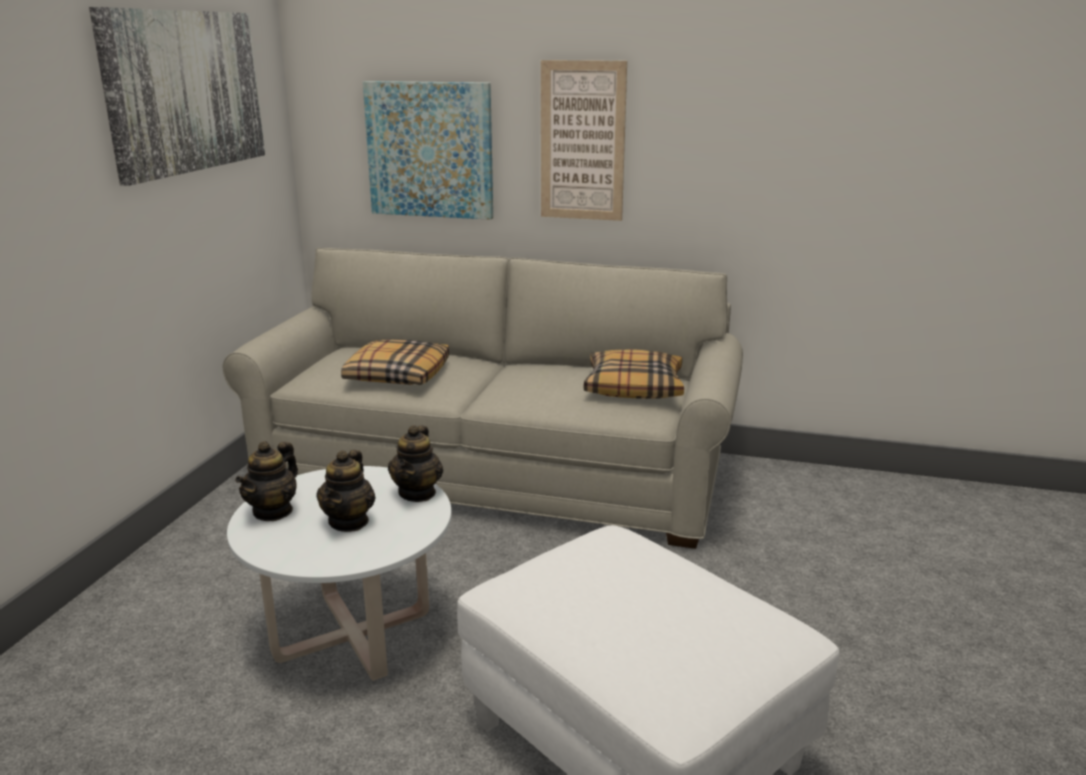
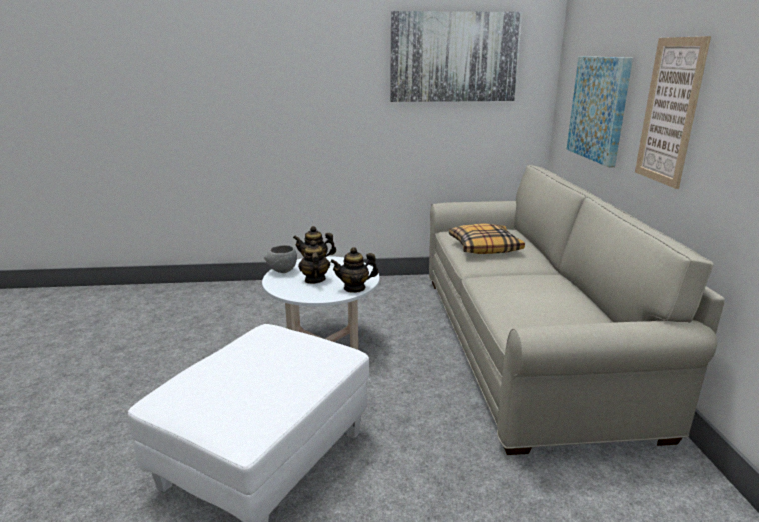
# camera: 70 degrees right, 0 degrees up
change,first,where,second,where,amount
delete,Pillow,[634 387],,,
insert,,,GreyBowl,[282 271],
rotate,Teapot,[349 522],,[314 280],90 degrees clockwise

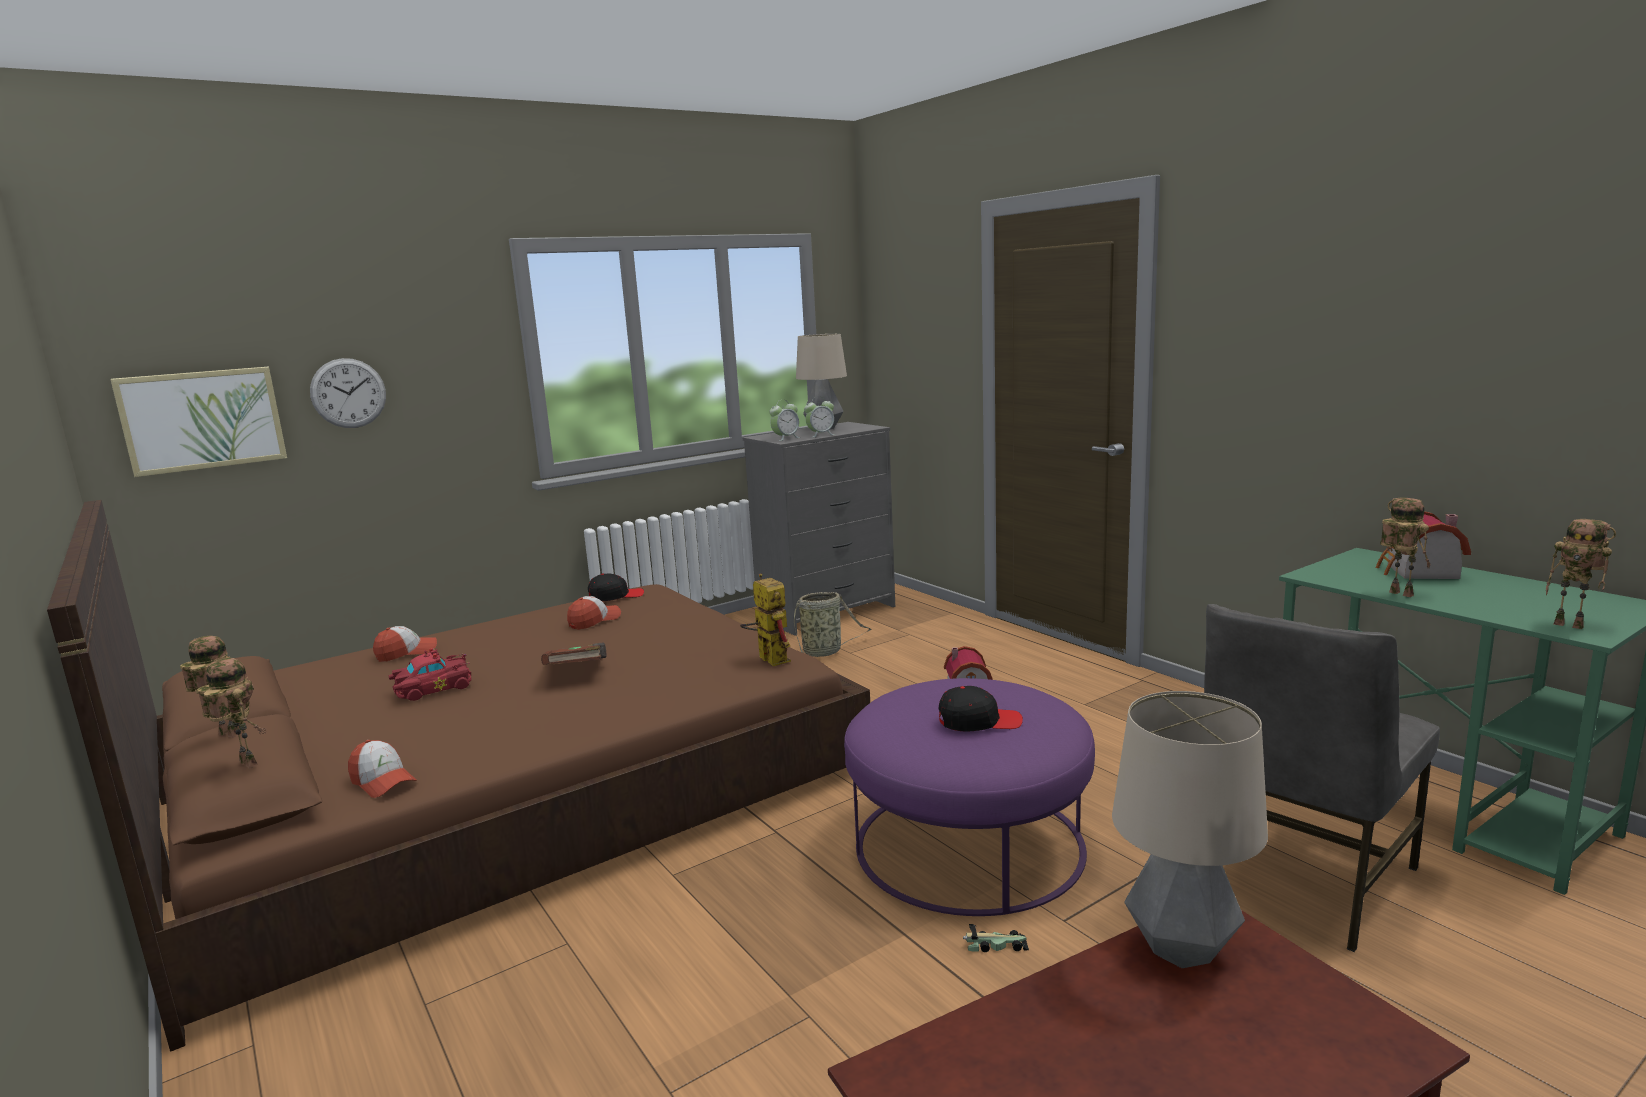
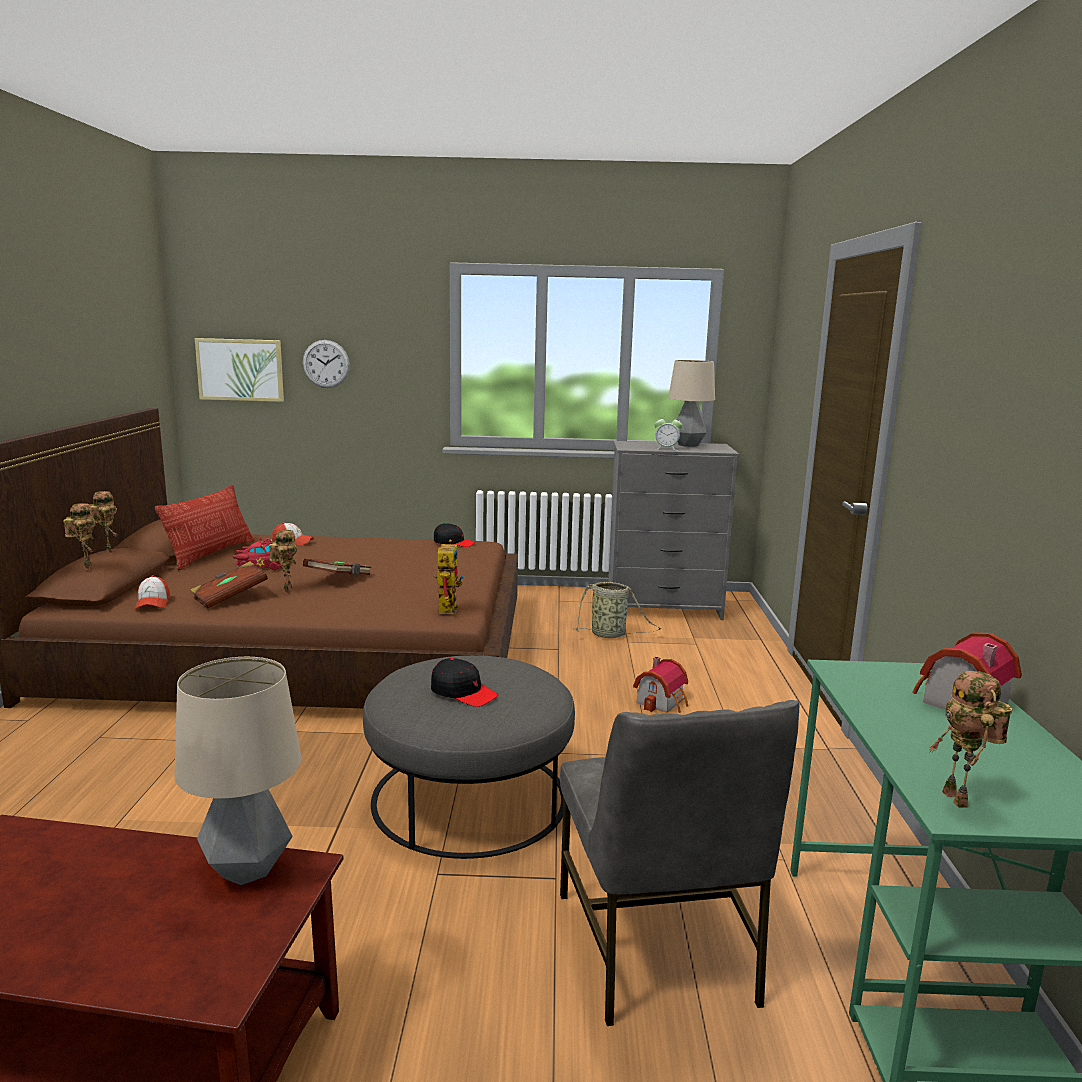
# camera: 35 degrees right, 0 degrees up
change,first,where,second,where,amount
delete,Cap,[594 621],,,
delete,AlarmClock,[785 438],,,
delete,ToyCar,[995 945],,,
insert,,,Pillow,[211 554],
insert,,,BrownBook,[229 598],
move,ToyRobot,[1398 594],,[286 590],
recolor,PurpleOttoman,[968 844],GreyOttoman,[469 797],
rotate,GreyChair,[1299 878],,[657 949],90 degrees counterclockwise

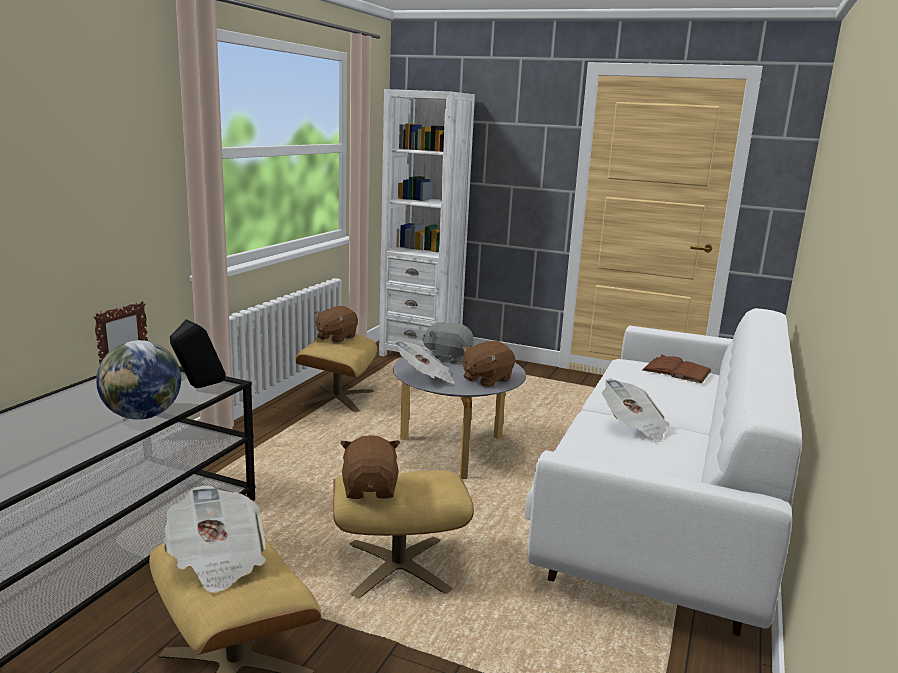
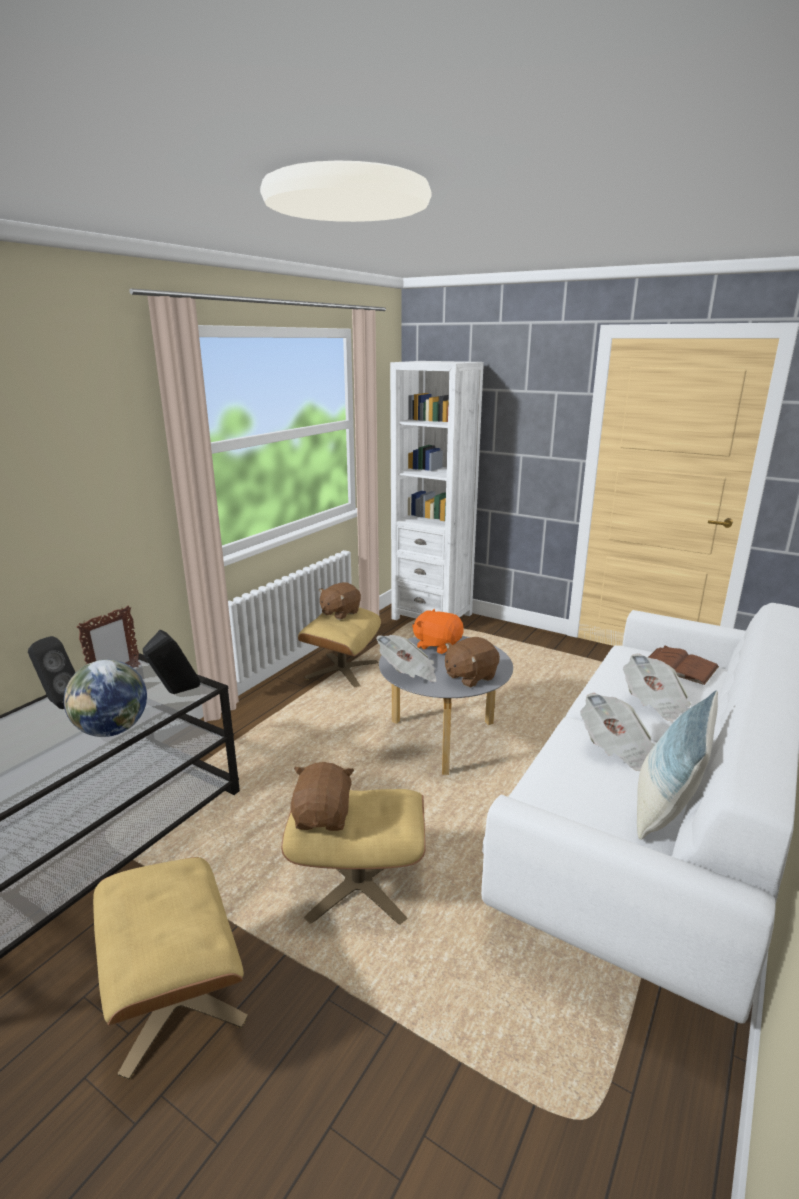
# camera: 10 degrees right, 5 degrees up
change,first,where,second,where,amount
insert,,,BlackSpeaker,[58 702],
insert,,,Pillow,[665 809],
move,Newspaper,[217 561],,[654 703],
recolor,GreyPlushToy,[447 357],OrangePlushToy,[437 645],

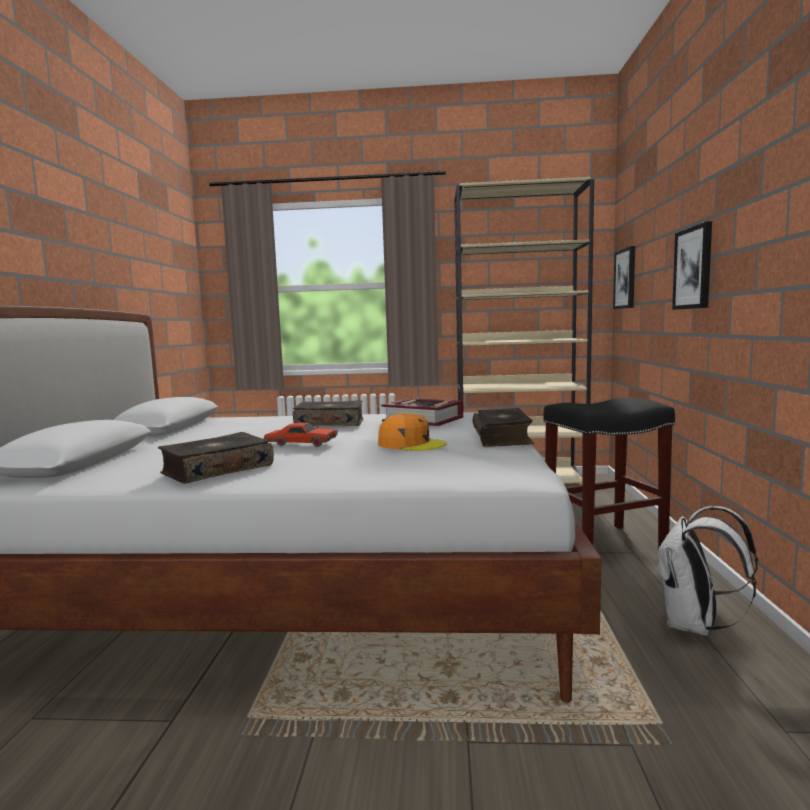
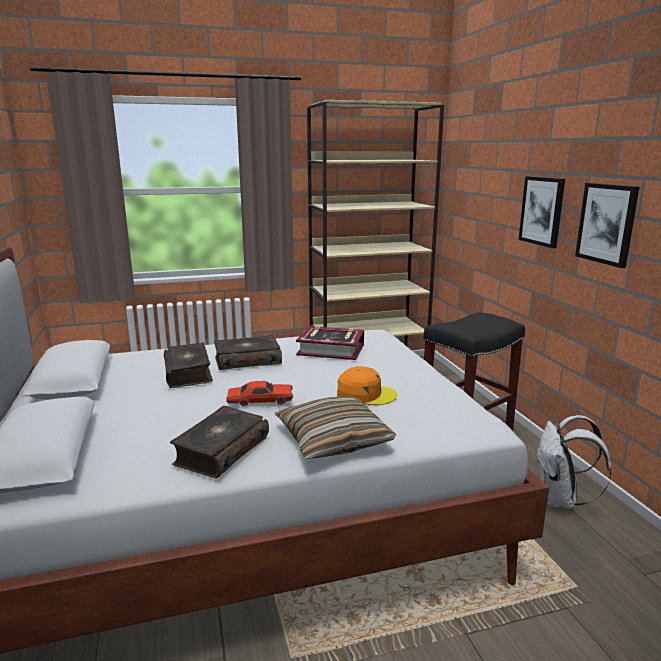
# camera: 20 degrees left, 10 degrees up
change,first,where,second,where,amount
insert,,,Pillow,[333 439],
move,Book,[502 437],,[189 373],
move,Picture,[625 279],,[607 223],

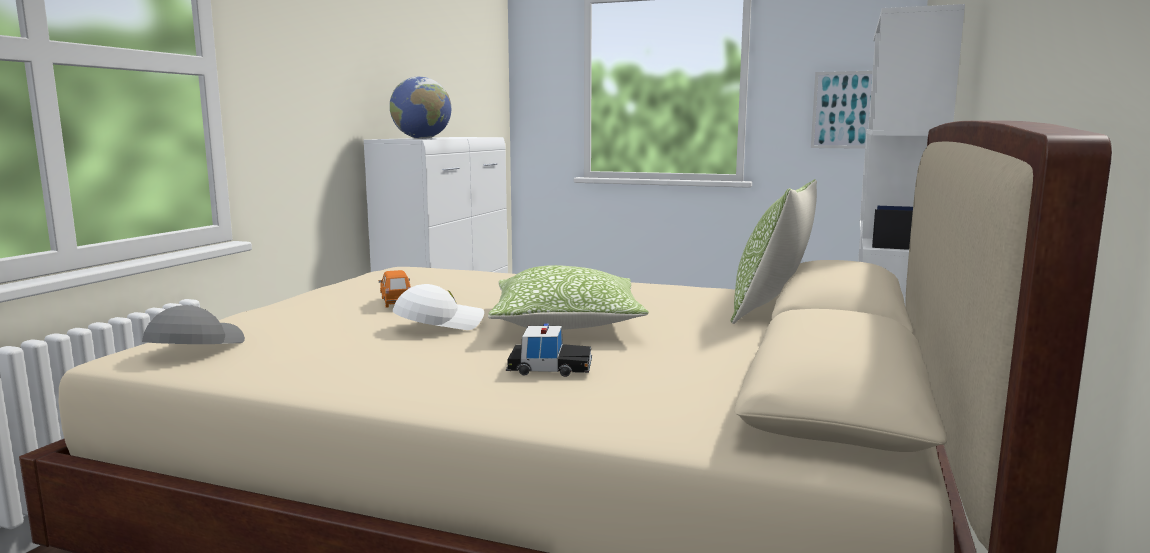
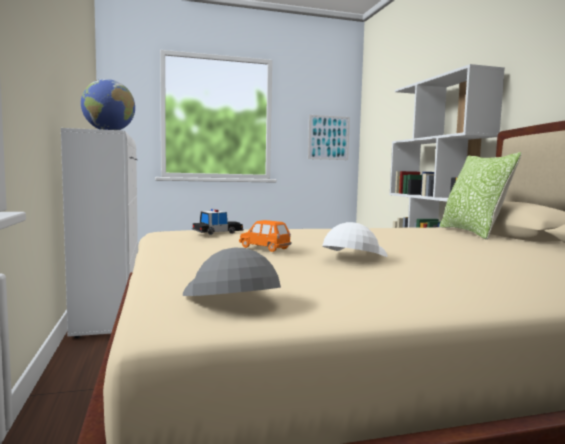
# camera: 35 degrees left, 5 degrees down
change,first,where,second,where,amount
delete,Pillow,[566 323],,,
move,ToyCar,[550 367],,[217 232],

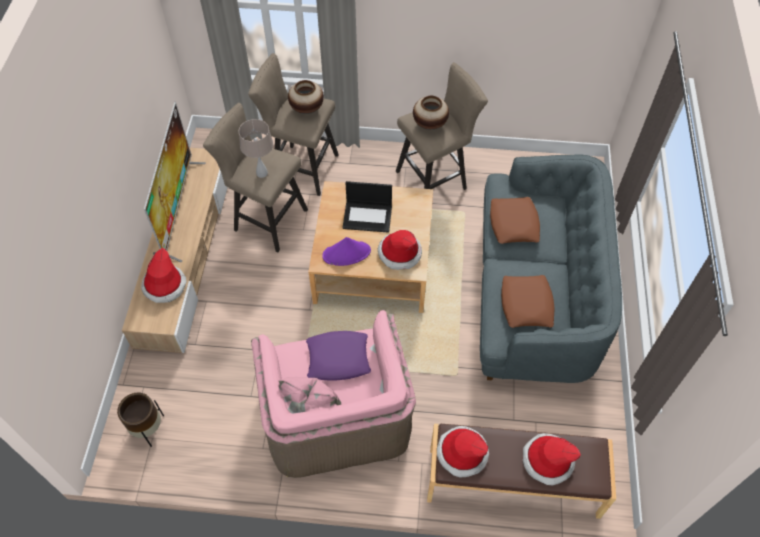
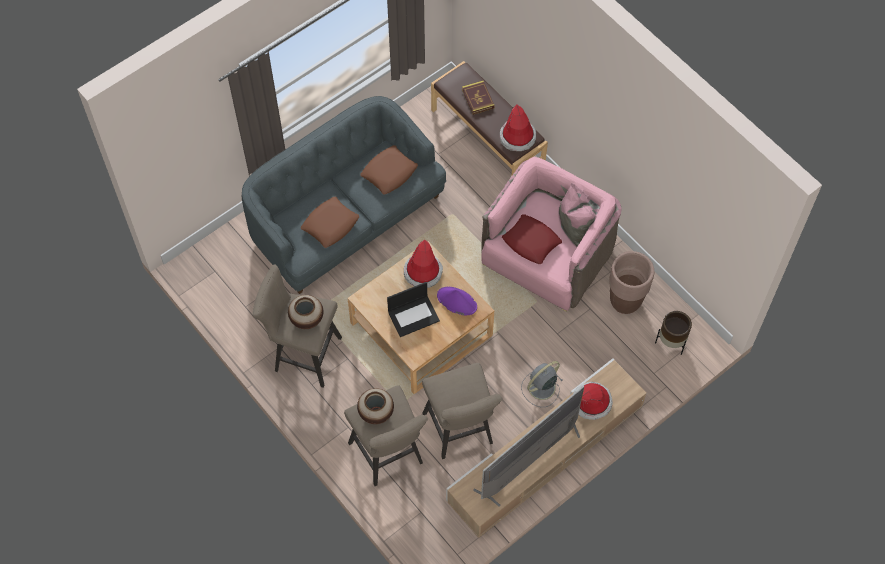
# camera: 135 degrees left, 5 degrees up
change,first,where,second,where,amount
delete,BeigeTableLamp,[262 173],,,
insert,,,GreyFan,[540 388],
insert,,,BrownPlanter,[625 301],
replace,Hat,[547 460],Book,[478 99],
recolor,PurplePillow,[338 359],RedPillow,[531 242],
rotate,Laptop,[368 216],,[414 315],105 degrees clockwise

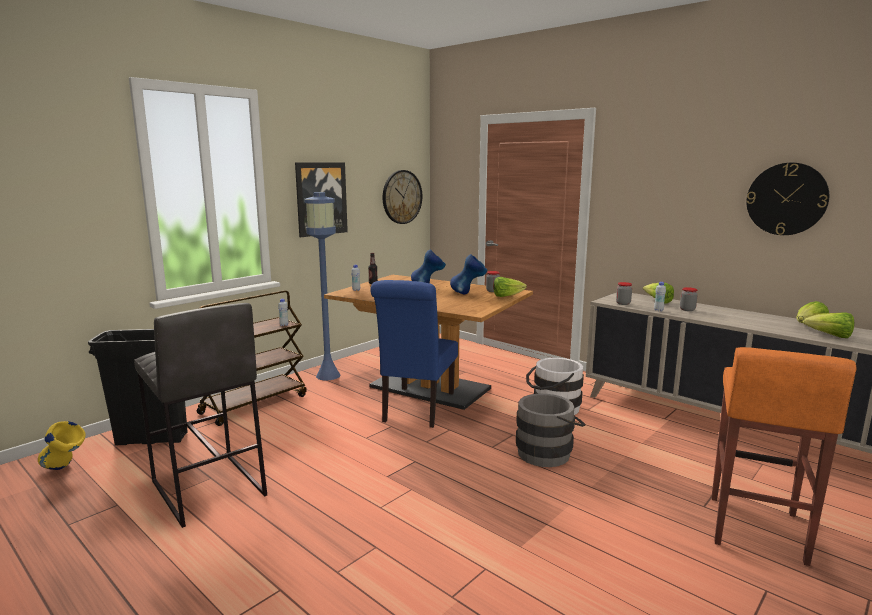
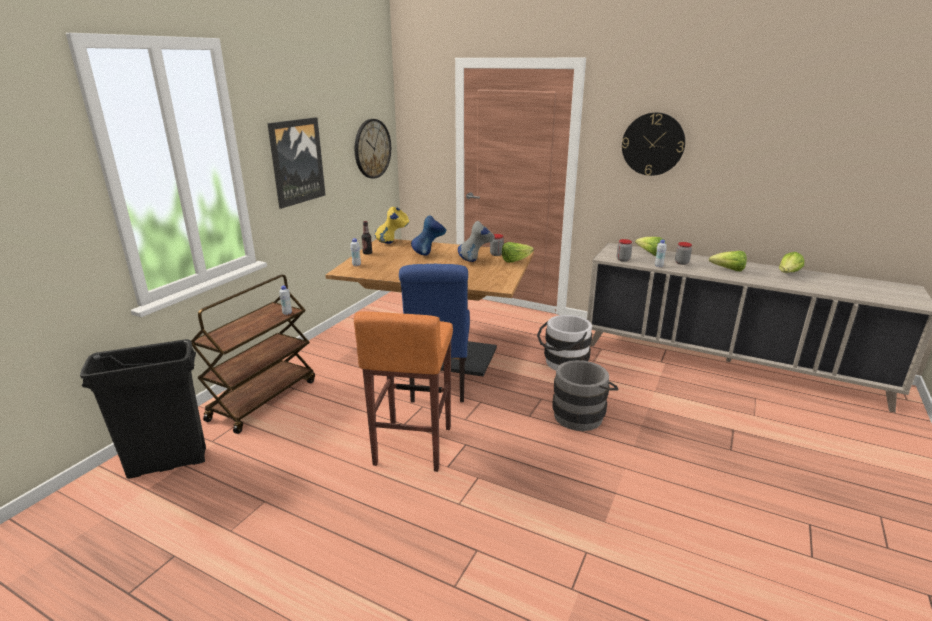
# camera: 15 degrees left, 10 degrees up
change,first,where,second,where,amount
delete,GreyStool,[207 489],,,
delete,BlueFloorLamp,[328 375],,,
move,YellowVase,[65 469],,[393 243],
move,OrangeStool,[754 529],,[412 446],
move,WallClock,[786 199],,[653 144],
move,Lettuce,[830 336],,[728 270],
recolor,BlueVase,[468 294],GreyVase,[476 260],

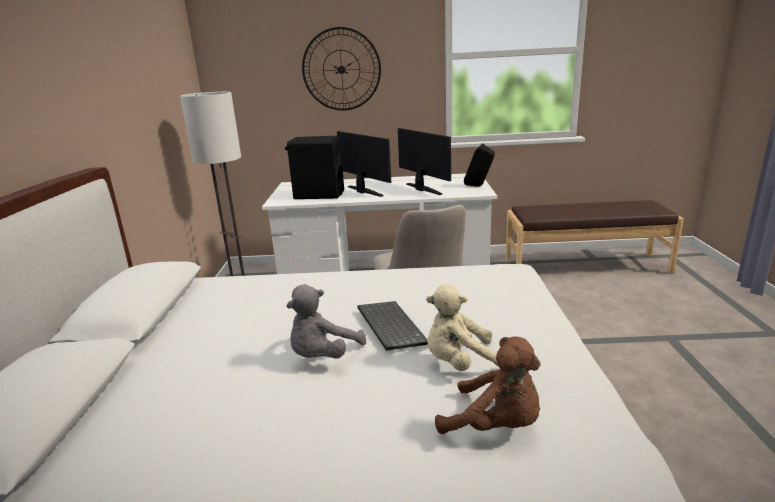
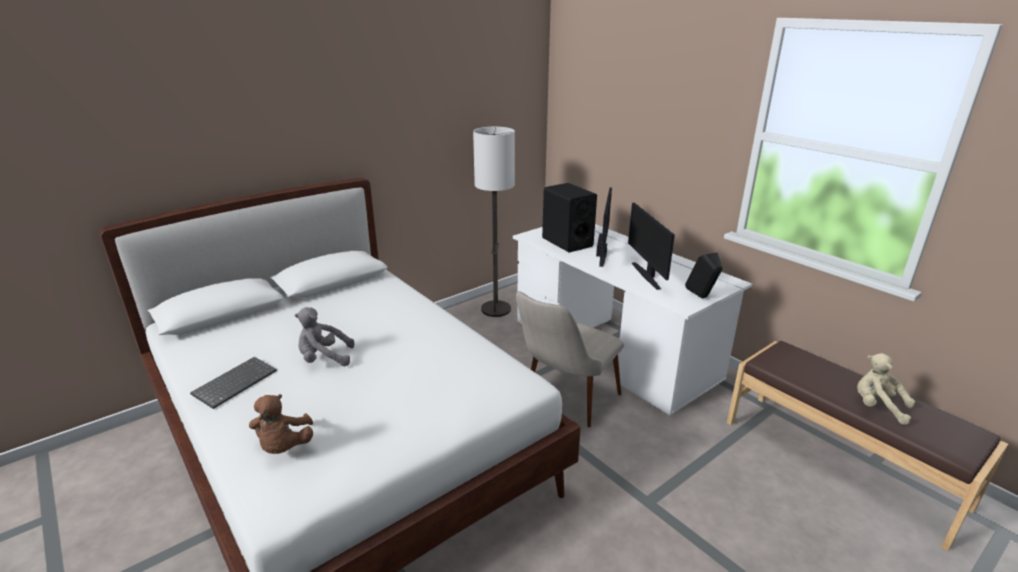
# camera: 50 degrees right, 5 degrees up
change,first,where,second,where,amount
delete,WallClock,[341 69],,,
move,Keyboard,[389 326],,[235 382],
move,BeigePlushToy,[462 364],,[877 407],
rotate,Monitor,[422 189],,[647 275],150 degrees clockwise

